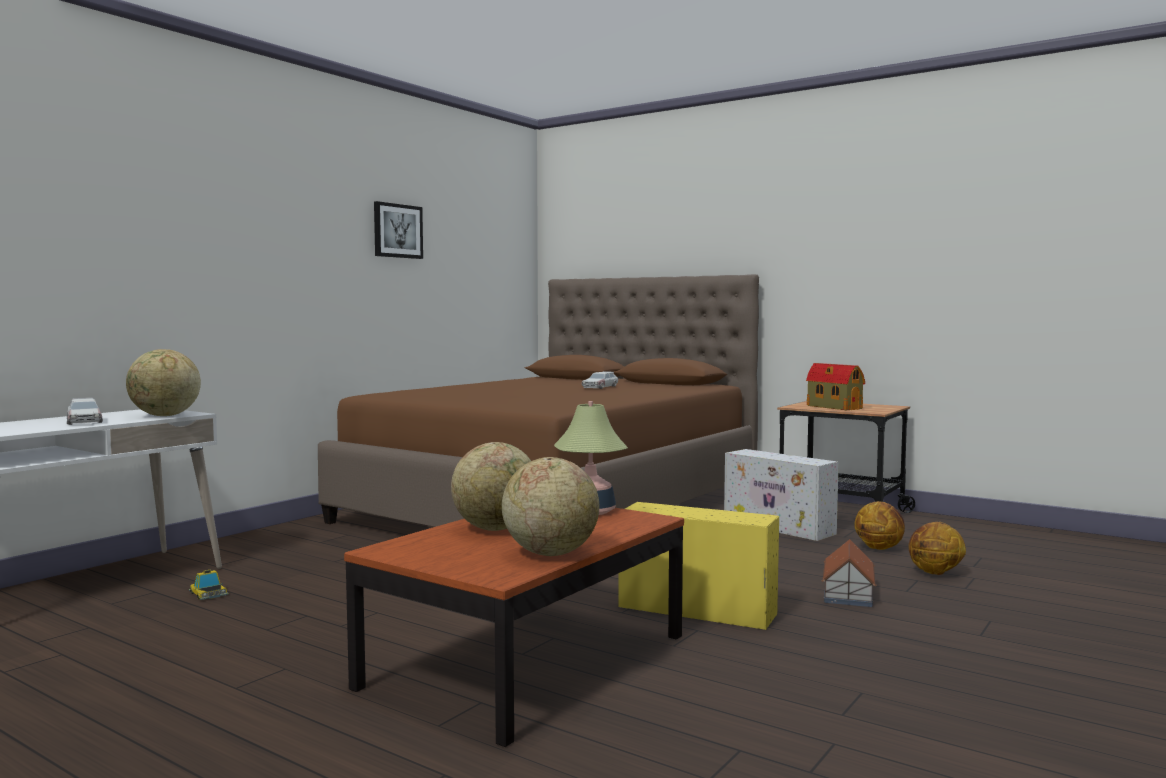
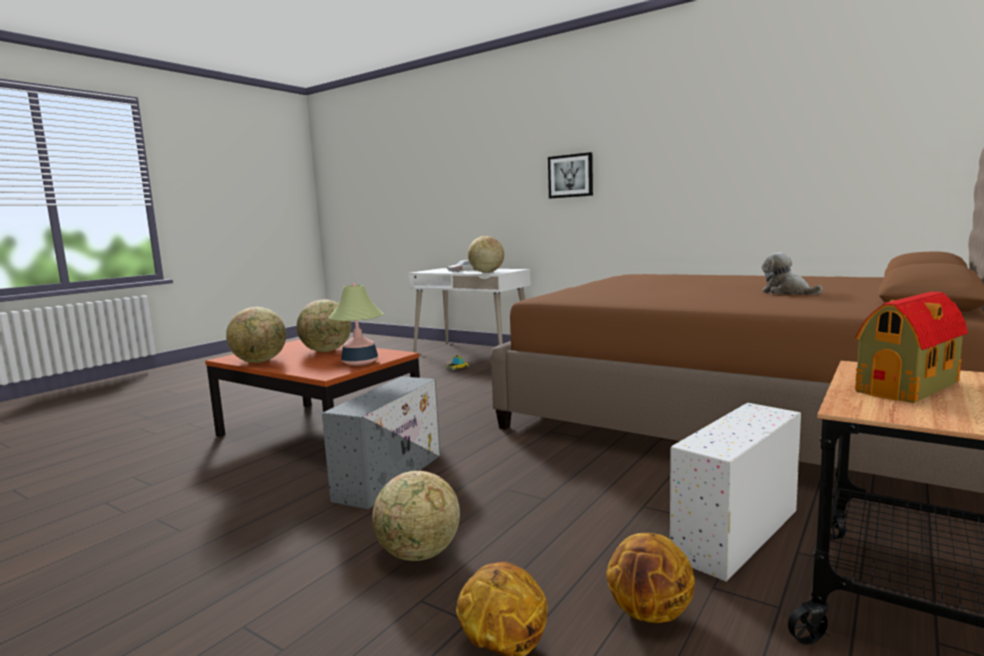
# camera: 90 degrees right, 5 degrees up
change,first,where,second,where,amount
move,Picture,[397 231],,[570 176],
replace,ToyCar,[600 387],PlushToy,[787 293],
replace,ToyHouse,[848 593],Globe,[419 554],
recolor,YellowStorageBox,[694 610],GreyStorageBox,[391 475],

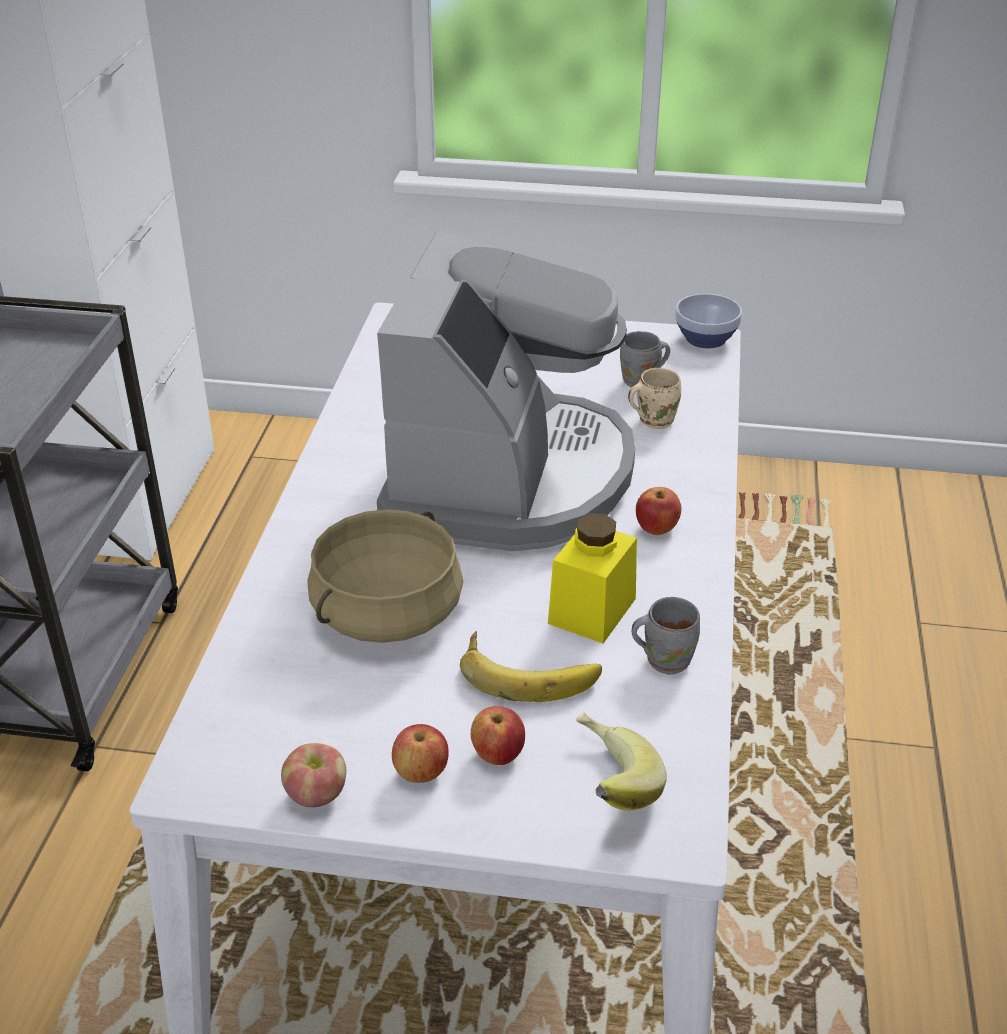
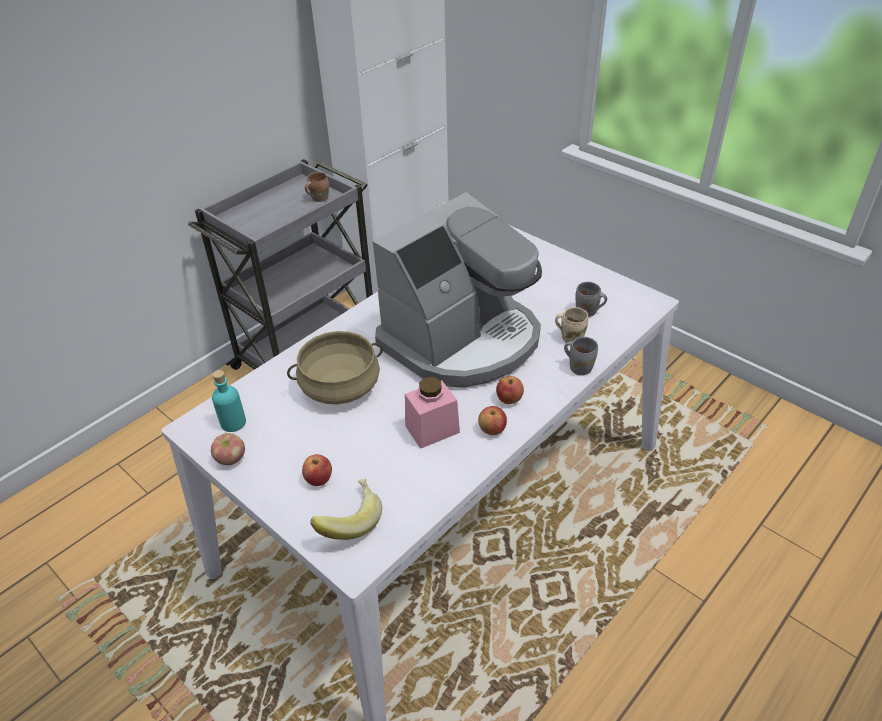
# camera: 35 degrees right, 5 degrees up
change,first,where,second,where,amount
delete,Banana,[529 671],,,
delete,Bowl,[703 339],,,
insert,,,TurquoiseBottle,[233 423],
insert,,,BrownMug,[318 198],
move,Apple,[421 772],,[492 430],
move,GreyMug,[665 658],,[580 367],
recolor,YellowJar,[592 611],PinkJar,[432 429],

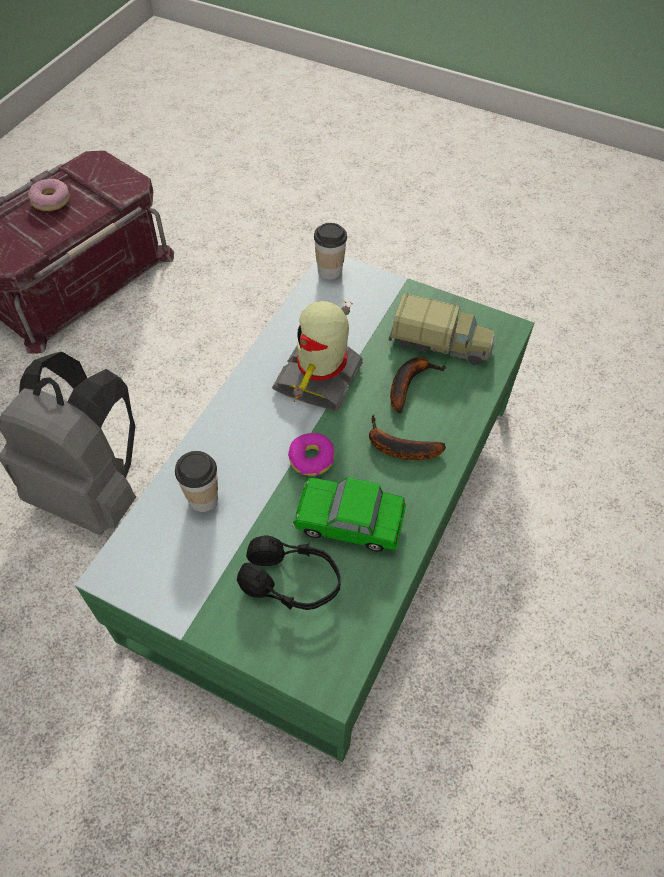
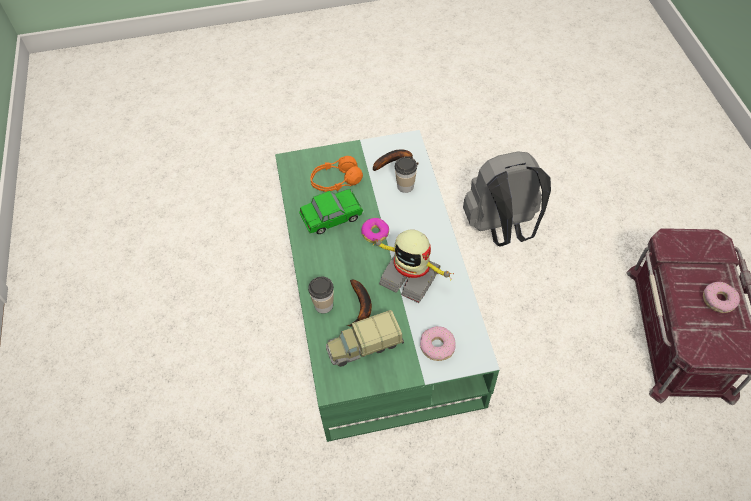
# camera: 145 degrees right, 0 degrees up
change,first,where,second,where,amount
insert,,,Donut,[437 346],
move,Cup,[330 271],,[323 305],
move,Banana,[398 447],,[395 161],
recolor,BlackHeadphones,[291 581],OrangeHeadphones,[336 181],
rotate,ToyRobot,[320 379],,[410 276],135 degrees clockwise

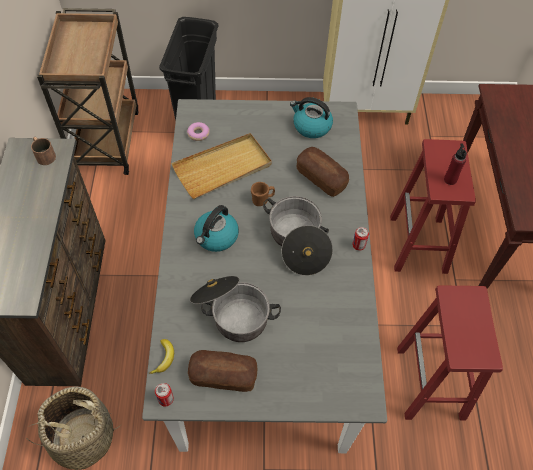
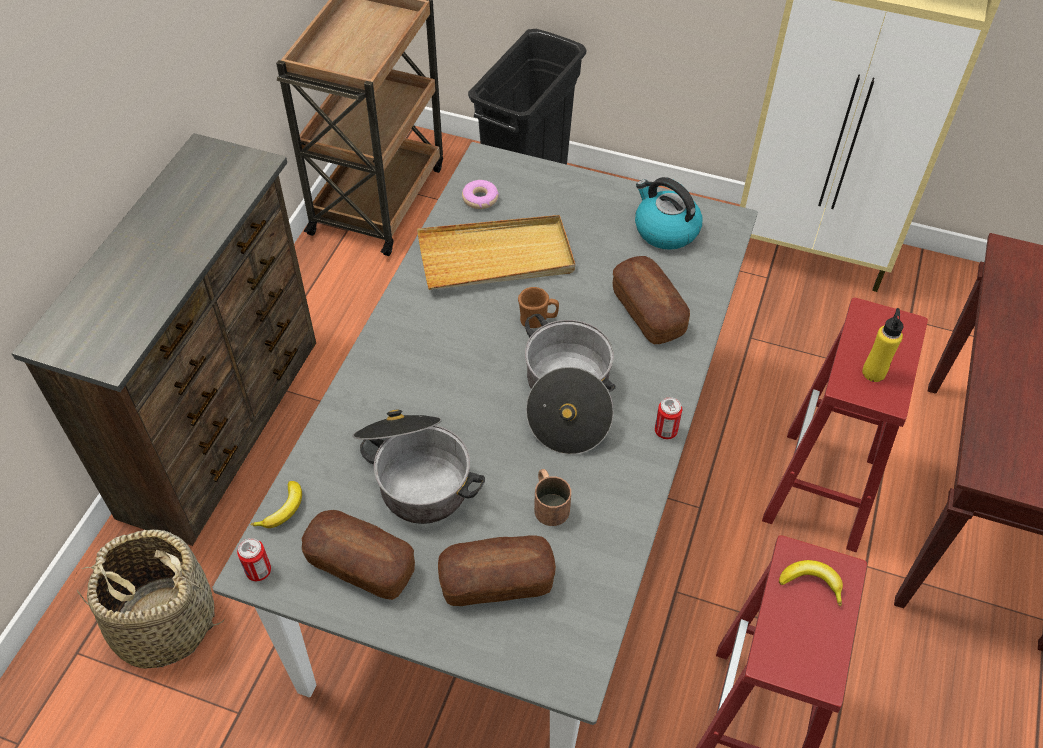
# camera: 20 degrees right, 5 degrees down
change,first,where,second,where,amount
delete,Kettle,[216 237],,,
insert,,,Bread,[497 581],
insert,,,Banana,[811 583],
move,BrownMug,[43 154],,[548 502],
recolor,RedBottle,[450 179],YellowBottle,[873 372],

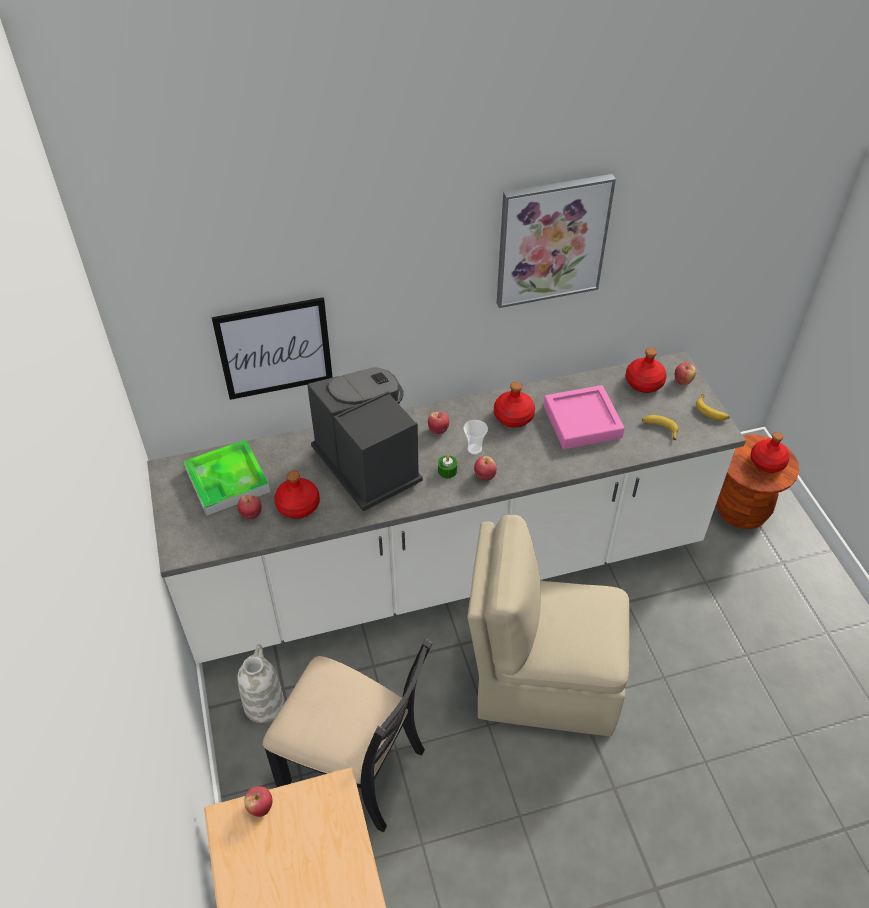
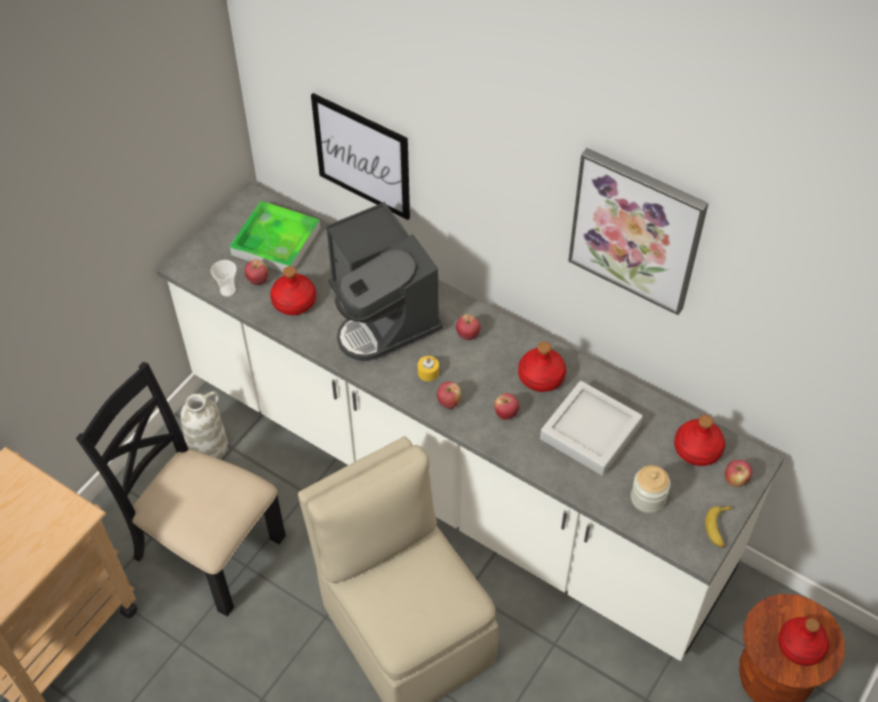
# camera: 50 degrees right, 5 degrees up
change,first,where,second,where,amount
move,Apple,[260 807],,[506 413],
move,Cup,[474 449],,[228 290],
replace,Banana,[659 428],Jar,[648 498],
recolor,GreenCandle,[447 471],YellowCandle,[428 372],
recolor,PinkTray,[582 422],GreyTray,[590 432],
rotate,BlackChair,[354 766],,[207 547],135 degrees clockwise
rotate,CoffeeMachine,[368 463],,[382 314],135 degrees clockwise

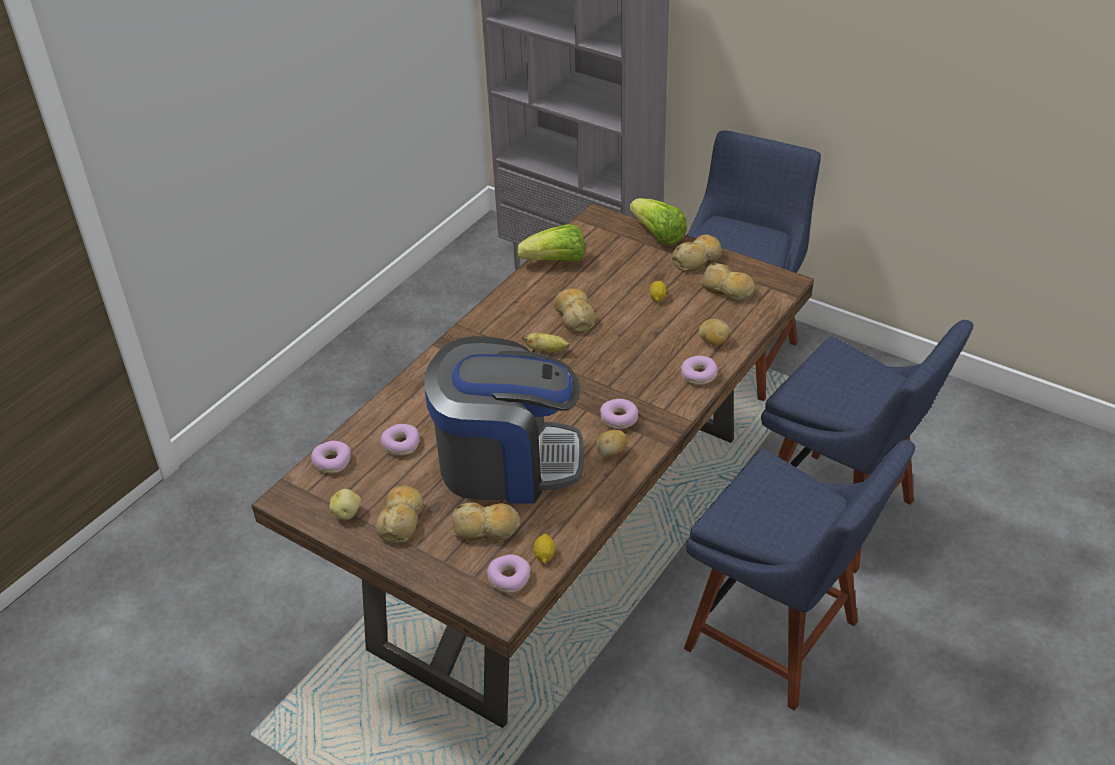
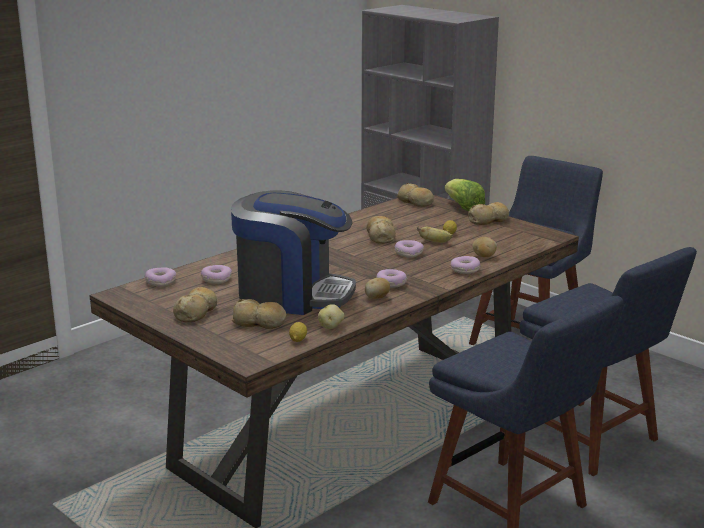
# camera: 10 degrees right, 20 degrees down
change,first,where,second,where,amount
delete,Lettuce,[556 261],,,
move,Potato,[347 513],,[331 326],
move,Donut,[508 578],,[408 253],
move,Banana,[547 350],,[435 242],
move,Bread,[727 290],,[415 202],

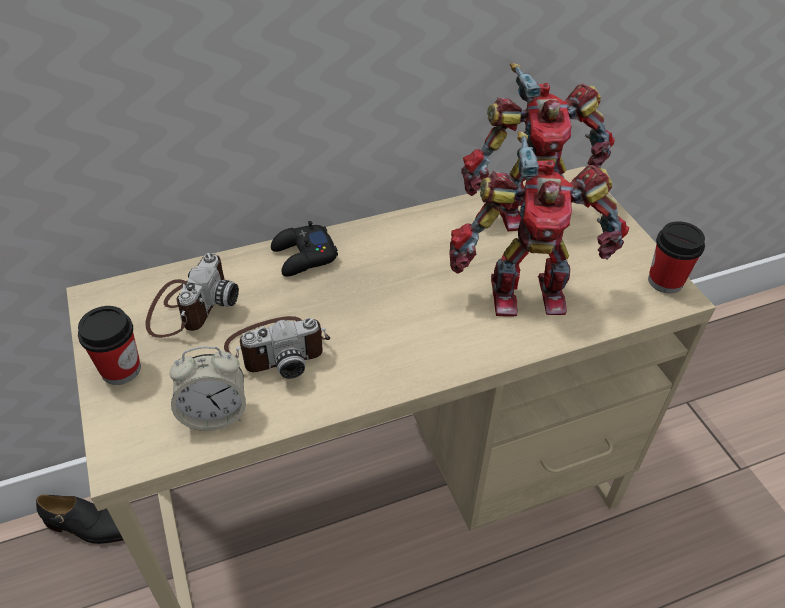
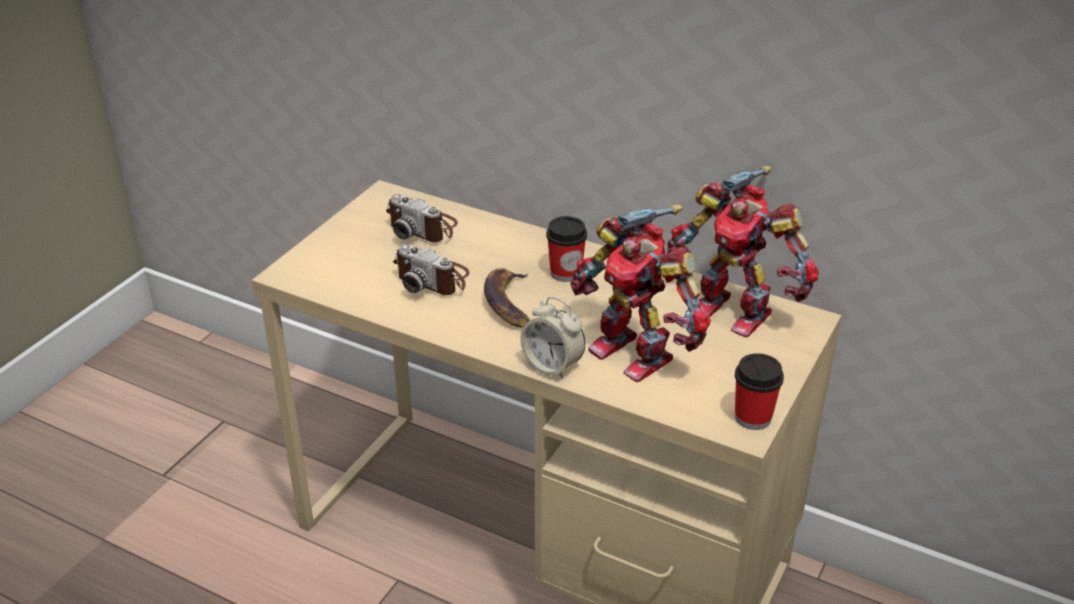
# camera: 50 degrees right, 10 degrees down
change,first,where,second,where,amount
delete,BlackShoe,[90 527],,,
delete,BlackGameController,[303 256],,,
insert,,,Banana,[509 303],
move,Cup,[121 369],,[565 273],
move,AlarmClock,[214 414],,[552 366],
rotate,PhotoCamera,[189 305],,[423 227],60 degrees clockwise

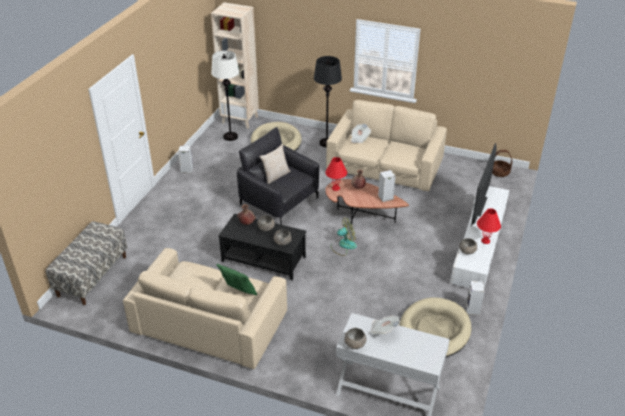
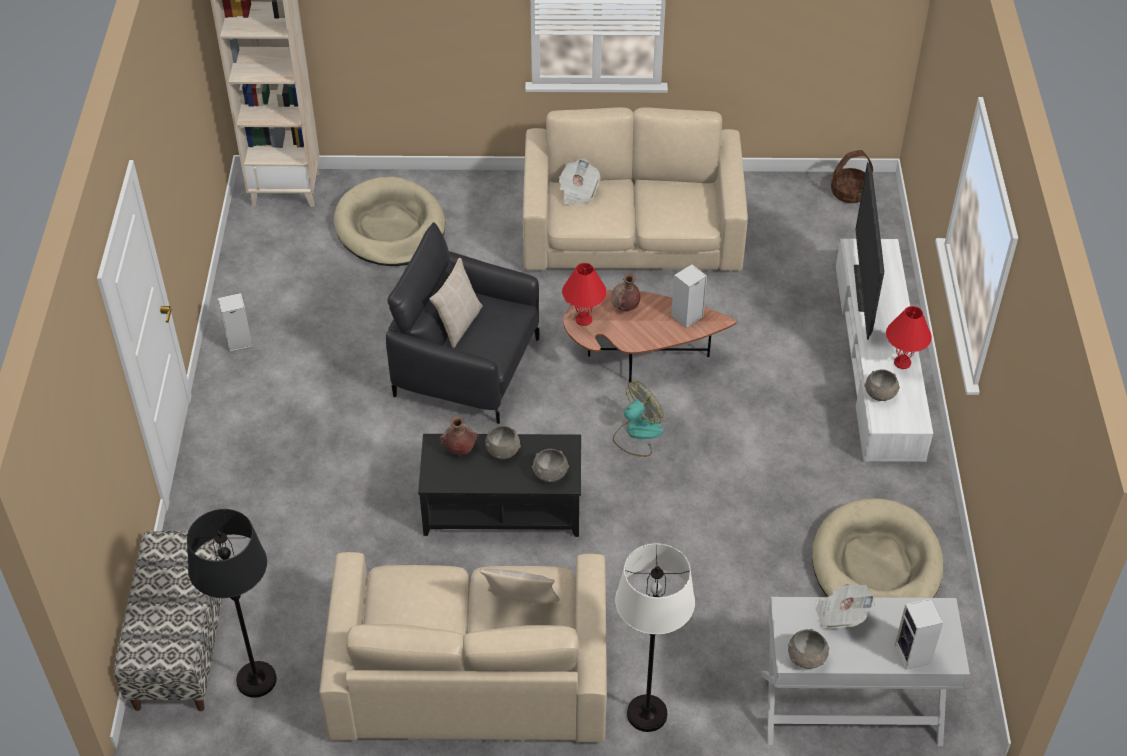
# camera: 20 degrees left, 10 degrees up
change,first,where,second,where,amount
move,WhiteFloorLamp,[230 137],,[646 714],
move,BlackFloorLamp,[327 143],,[257 680],
move,Speaker,[473 310],,[914 655],
recolor,GreenPillow,[238 292],BeigePillow,[521 604],

